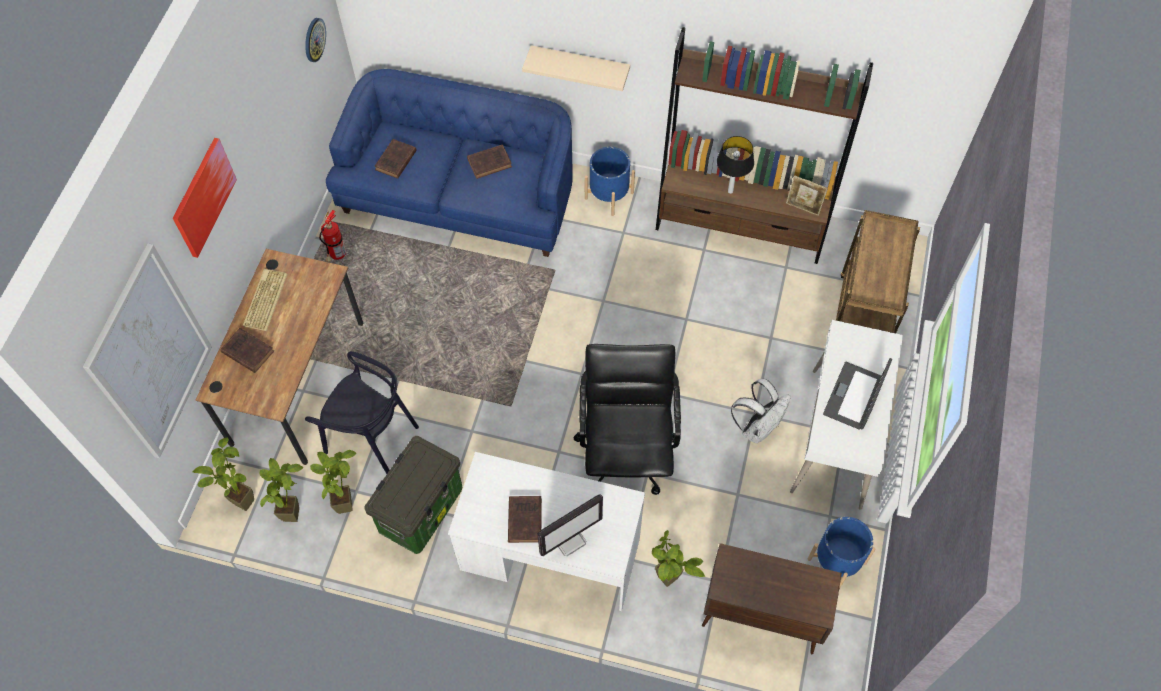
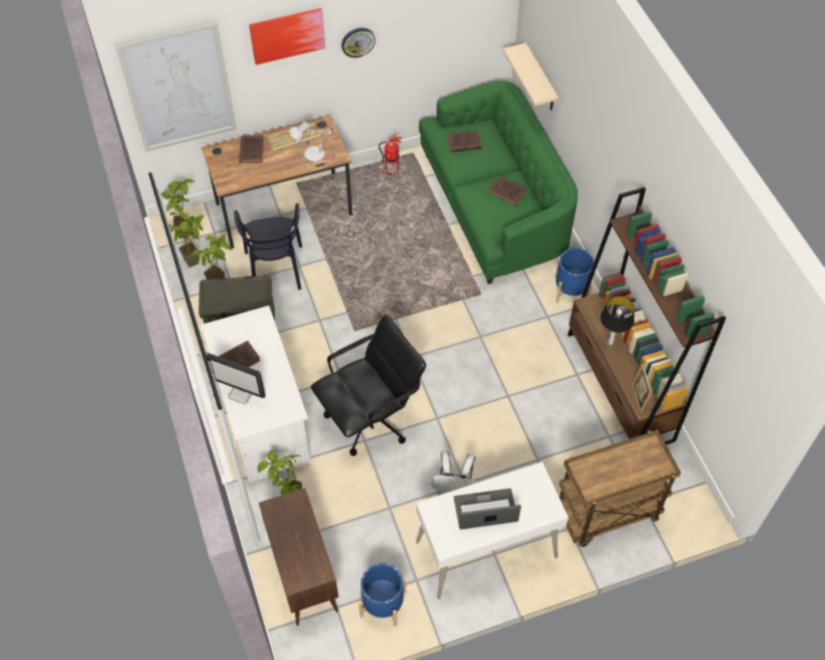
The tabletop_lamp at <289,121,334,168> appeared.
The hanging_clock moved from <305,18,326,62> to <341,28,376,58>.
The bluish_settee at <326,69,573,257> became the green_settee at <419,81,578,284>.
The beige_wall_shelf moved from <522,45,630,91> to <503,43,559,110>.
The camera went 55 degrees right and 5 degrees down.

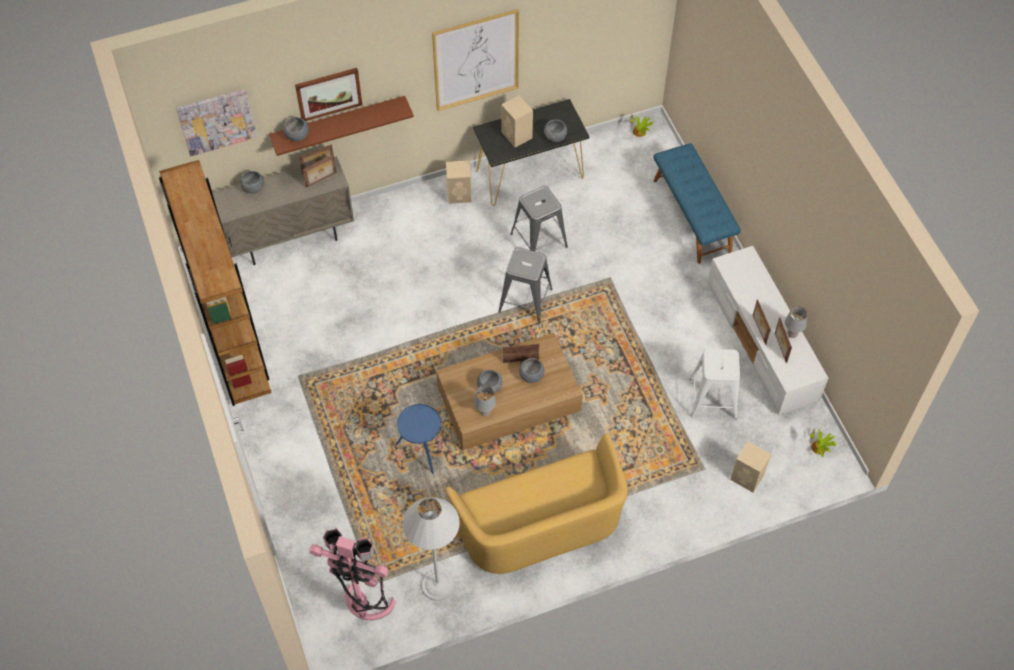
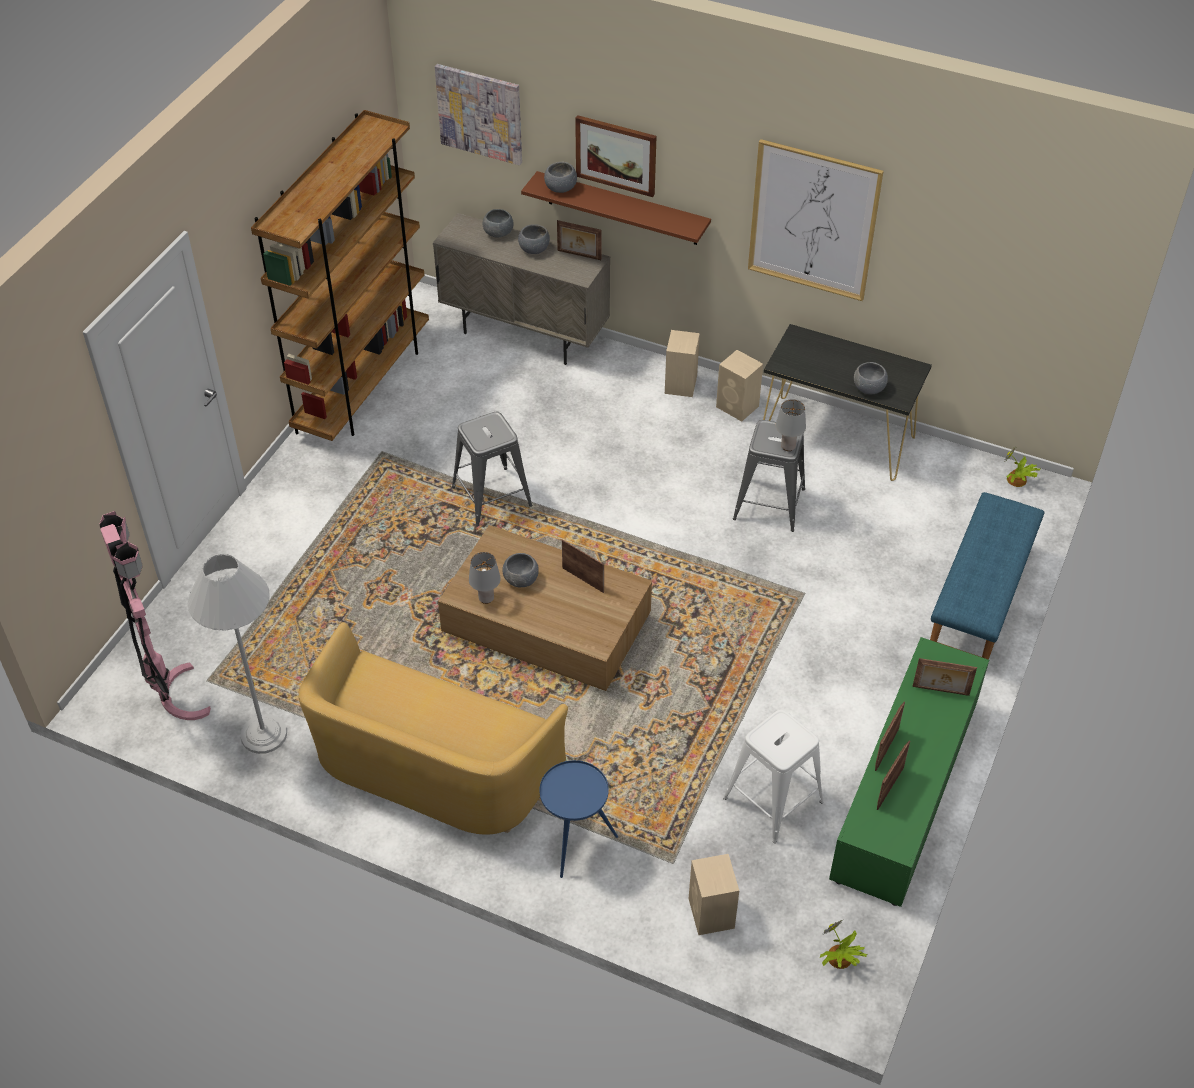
The grey_stool moved from <498,247,552,323> to <452,412,532,527>.
The grey_deep_dish moved from <519,358,544,383> to <518,224,550,254>.
The bluish_end_table moved from <395,404,441,474> to <539,760,618,878>.
The beige_speaker moved from <501,95,533,148> to <665,330,700,397>.
The grey_tabletop_lamp moved from <785,306,808,338> to <776,399,806,451>.
The whitish_tv_unit at <707,246,828,415> became the green_tv_unit at <829,637,989,907>.
The standing_frame moved from <302,154,336,188> to <912,658,977,696>.
The camera went 45 degrees right and 10 degrees down.

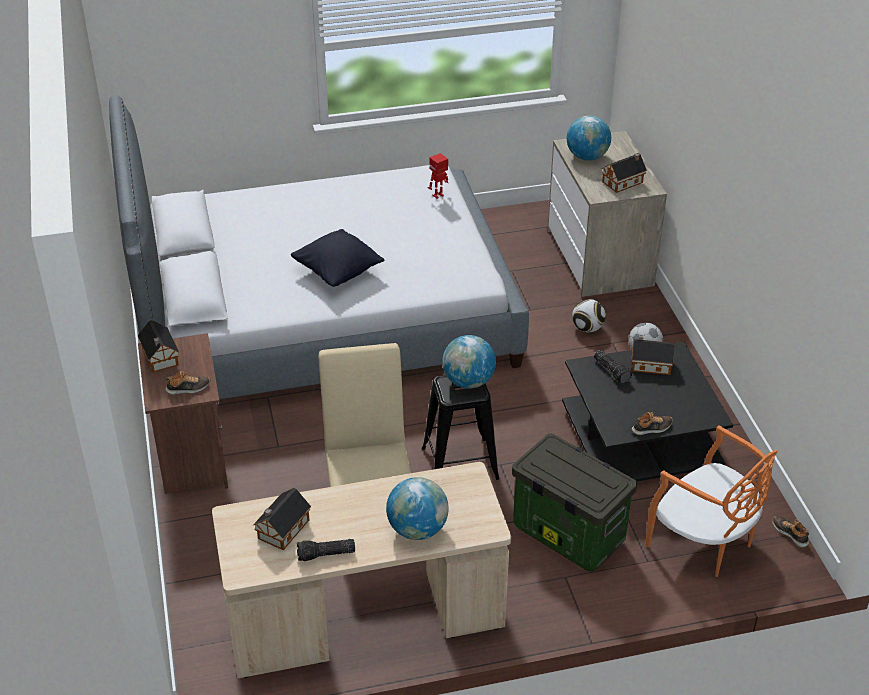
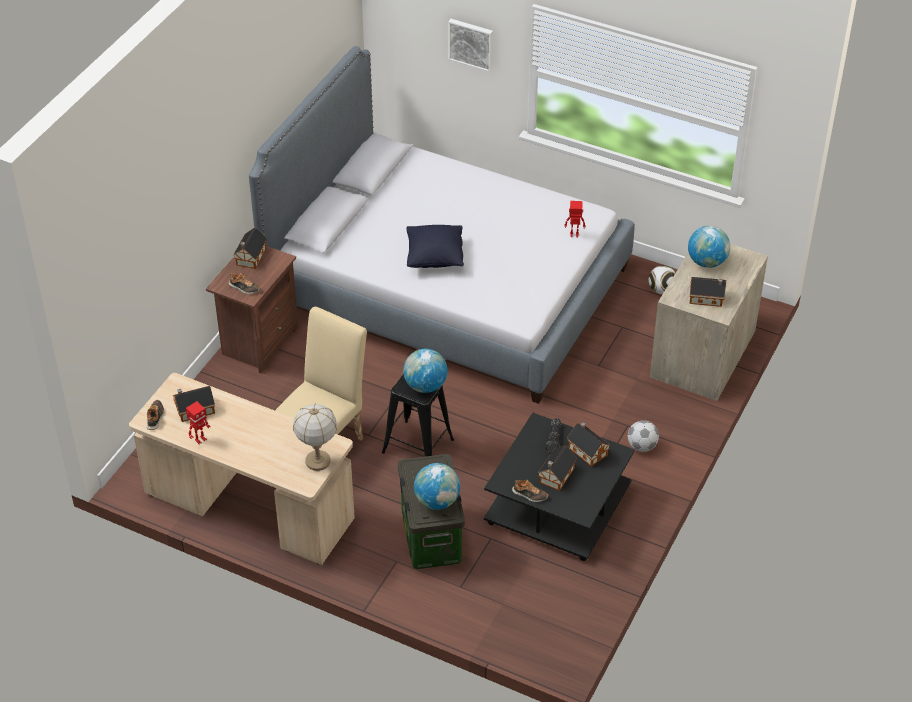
The shoe moved from <772,516,809,548> to <147,400,164,430>.
The flashlight at <297,539,355,561> was replaced by the robot_figure at <186,401,211,444>.
The tabletop_lamp at <293,404,337,471> appeared.
The desk_globe moved from <386,477,449,540> to <414,463,460,510>.
The picture at <448,19,493,72> appeared.
The model_house at <538,445,577,491> appeared.
The football_ball moved from <572,299,606,332> to <648,265,675,294>.
The orangey_plain_chair at <646,425,778,577> disappeared.
The camera went 40 degrees right and 5 degrees up.

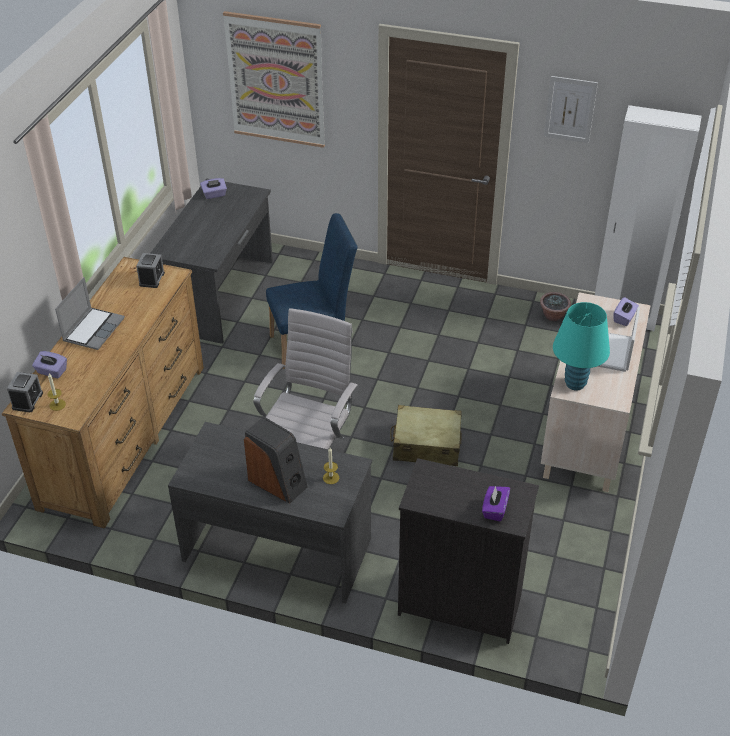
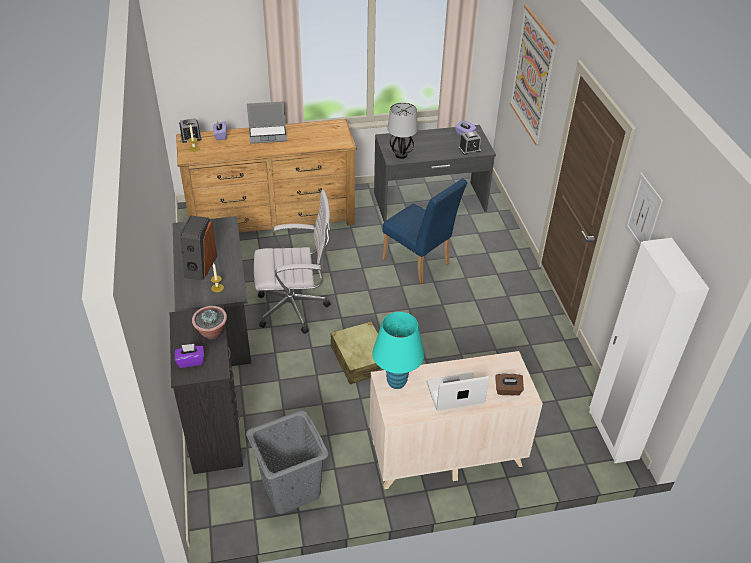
The potted_plant moved from <540,292,571,321> to <192,306,227,339>.
The grey_washing_basket at <246,410,329,514> appeared.
The tabletop_lamp at <387,102,418,159> appeared.
The table_clock moved from <136,253,165,288> to <459,131,481,155>.
The purplish_tissue_holder at <613,297,639,326> became the brown_tissue_holder at <495,373,524,396>.
The camera went 60 degrees right and 0 degrees up.

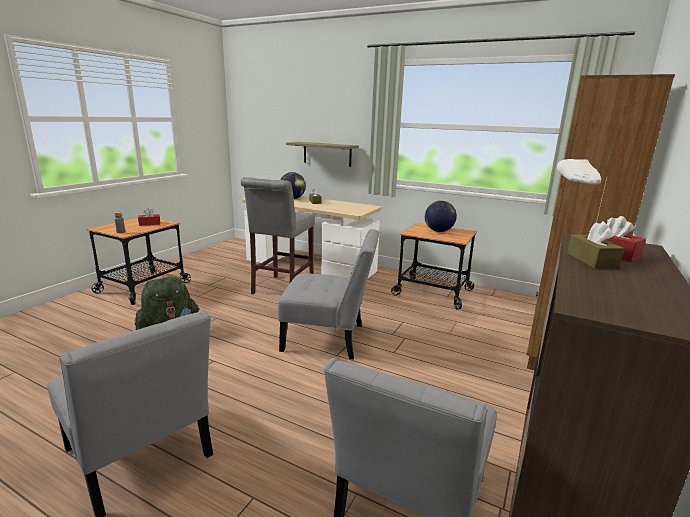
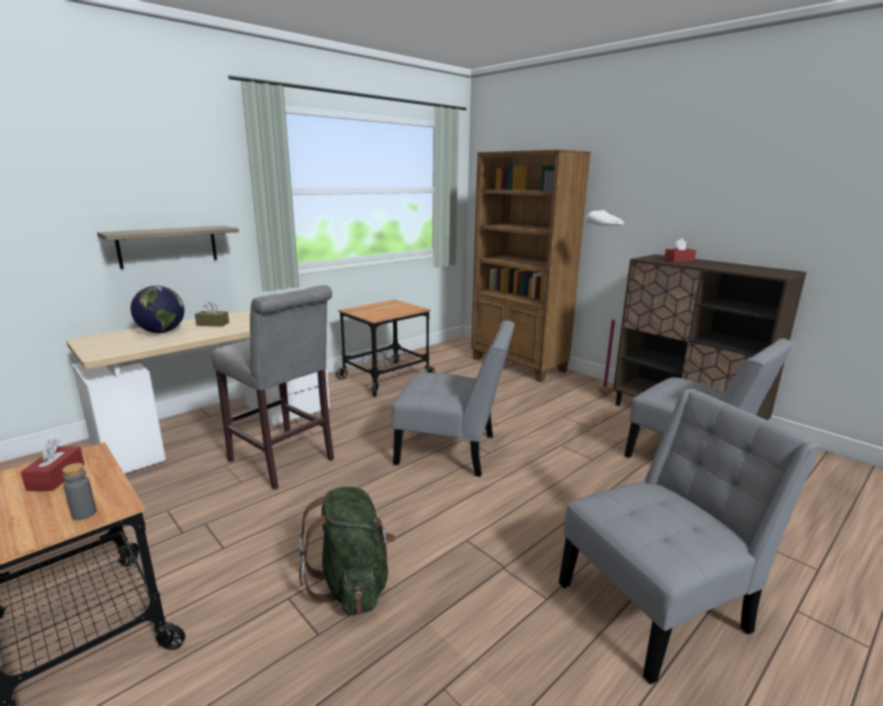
The grey_plain_chair at <278,229,379,360> turned 75 degrees clockwise.
The desk_globe at <425,201,457,232> disappeared.
The brown_tissue_holder at <567,221,624,269> disappeared.
The camera went 70 degrees left and 0 degrees up.

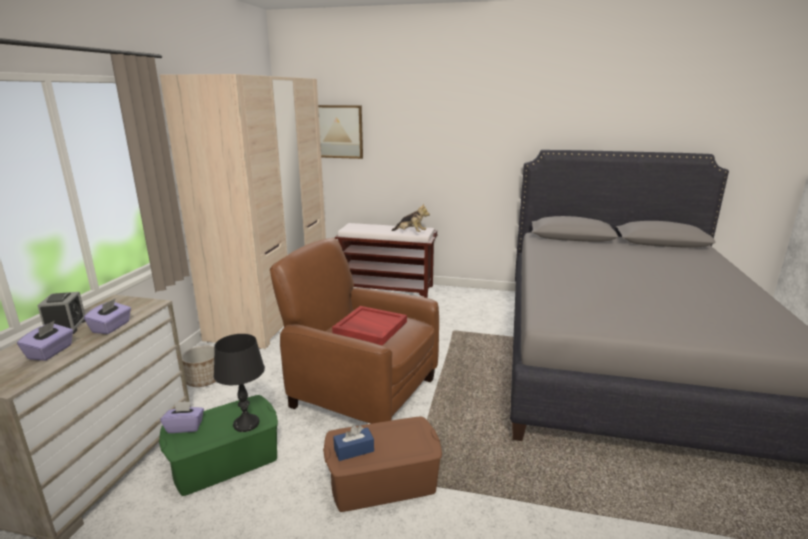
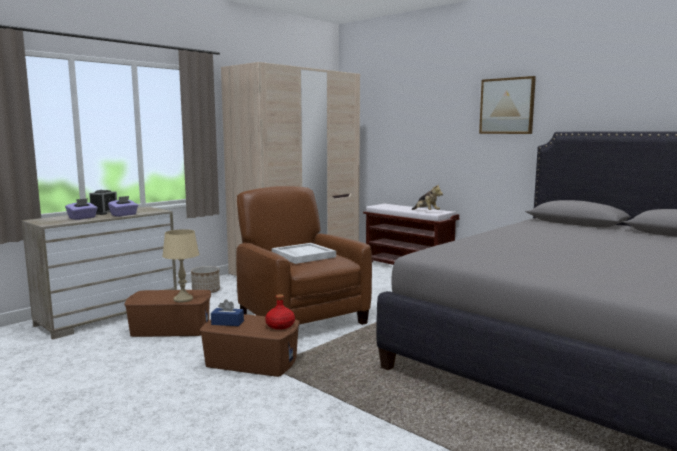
The green_storage_container at <159,395,278,496> became the brown_storage_container at <124,290,211,337>.
The black_tabletop_lamp at <214,334,265,432> became the beige_tabletop_lamp at <162,229,199,302>.
The red-coloured_beverage_bottle at <265,294,295,330> appeared.
The red-coloured_carrying_tray at <332,306,407,346> became the whitish_carrying_tray at <272,243,336,264>.
The picture moved from <318,105,363,159> to <479,76,536,134>.
The purplish_tissue_holder at <160,401,204,433> disappeared.
The camera went 30 degrees right and 10 degrees down.

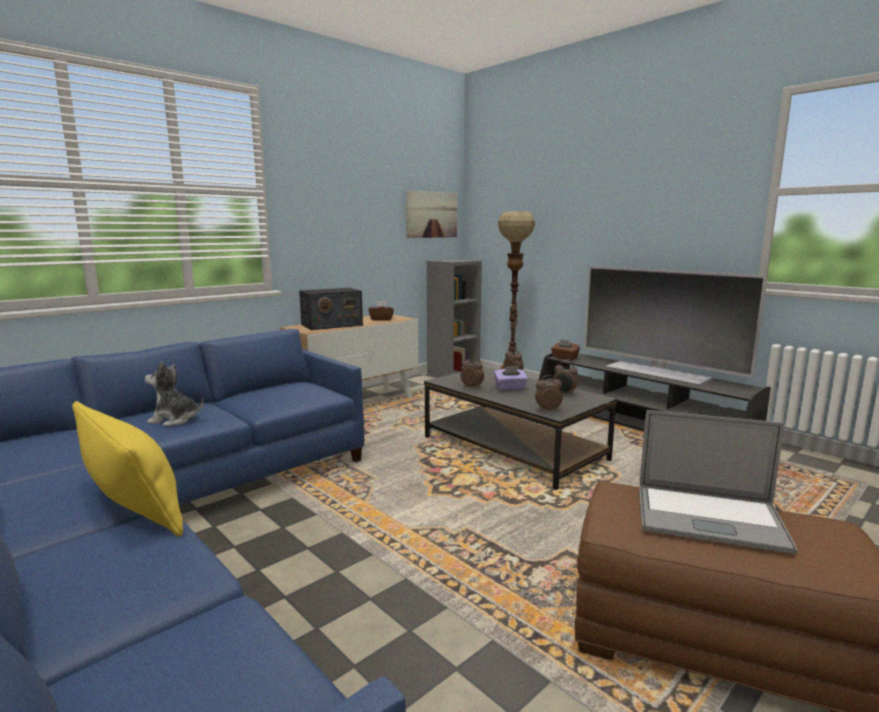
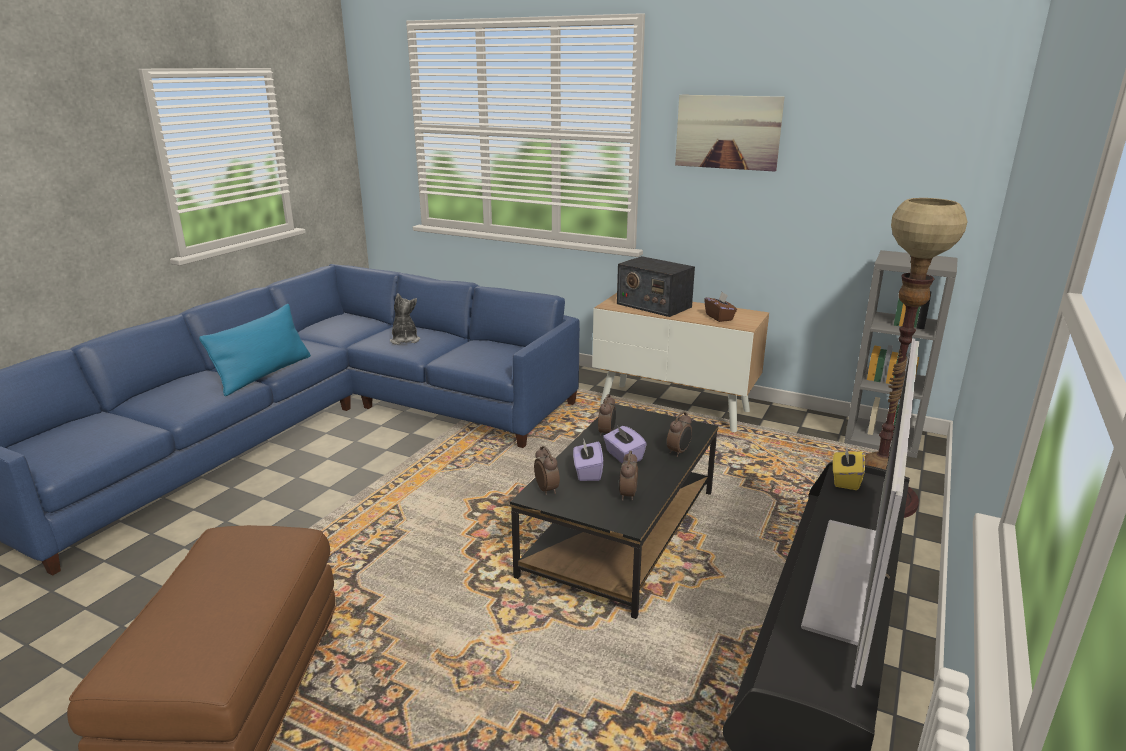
The yellow-coloured_pillow at <72,401,184,537> became the bluish_pillow at <199,304,311,396>.
The purplish_tissue_holder at <573,440,603,481> appeared.
The picture moved from <406,190,457,238> to <675,95,785,172>.
The brown_tissue_holder at <551,339,580,360> became the yellow-coloured_tissue_holder at <833,446,865,490>.
The portable_computer at <639,410,798,554> disappeared.
The camera went 70 degrees right and 10 degrees up.

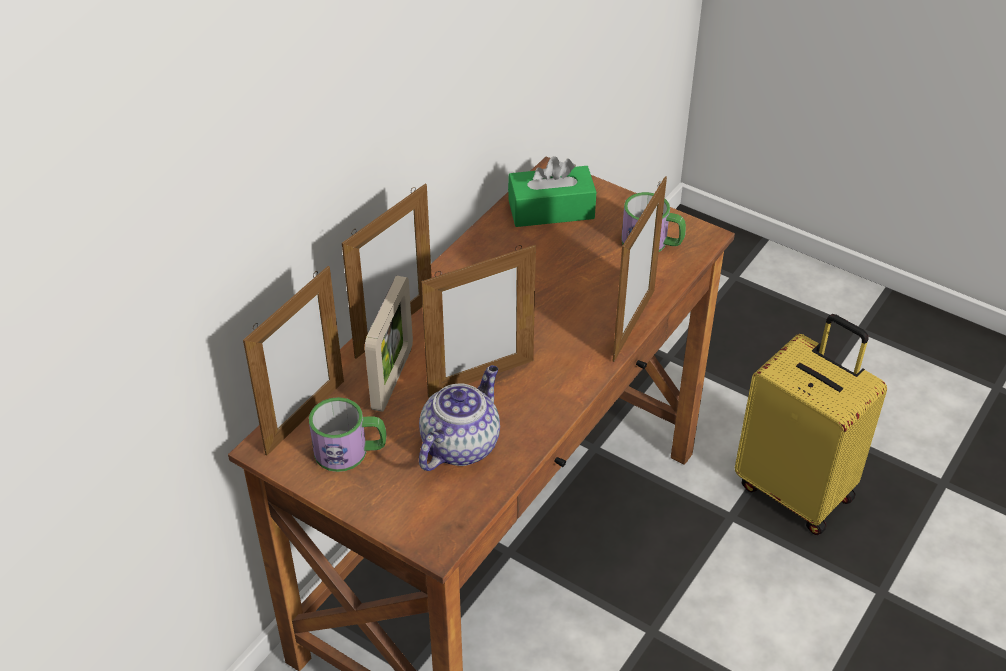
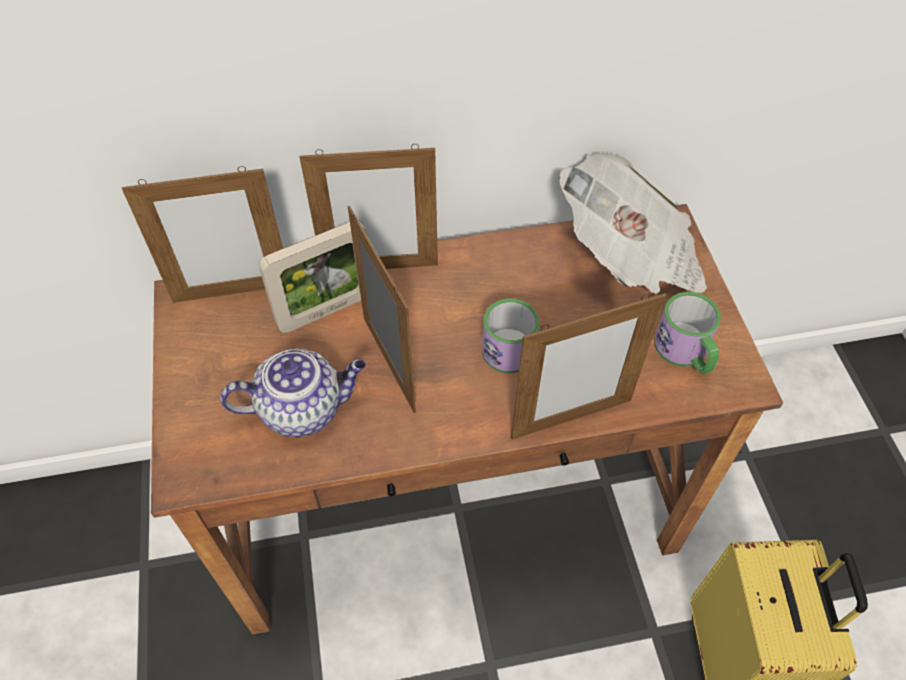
The standing_frame at <421,245,536,398> turned 135 degrees counterclockwise.
The coffee_mug moved from <309,397,386,472> to <482,298,539,374>.
The green_tissue_holder at <508,156,596,227> was replaced by the printed_paper at <560,153,707,294>.
The camera went 45 degrees right and 10 degrees up.

